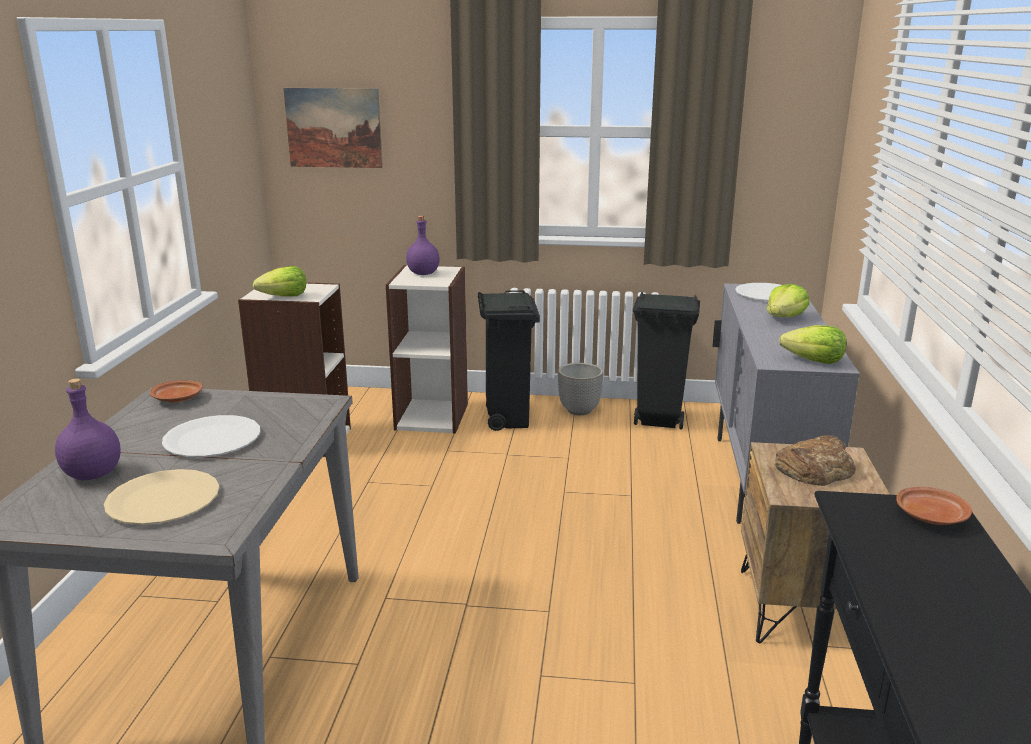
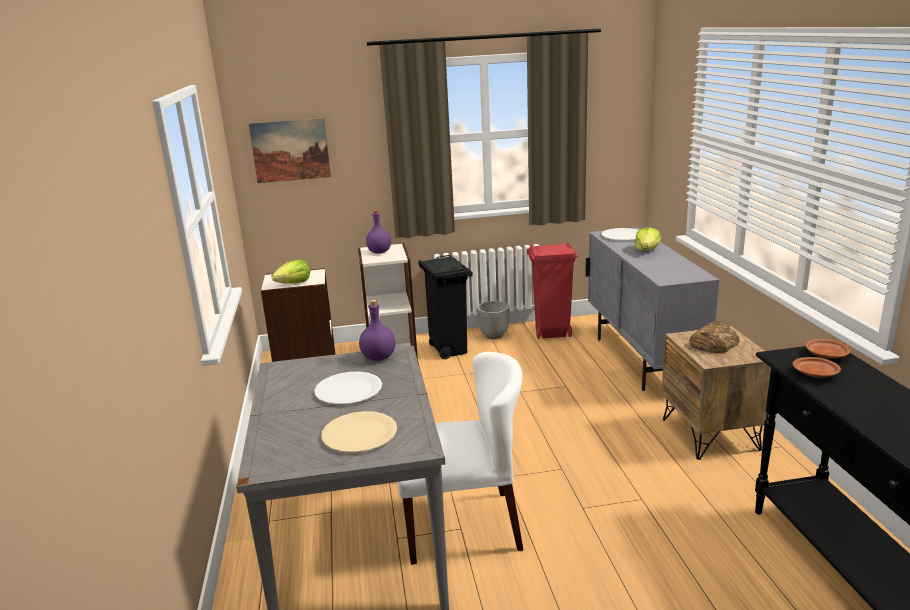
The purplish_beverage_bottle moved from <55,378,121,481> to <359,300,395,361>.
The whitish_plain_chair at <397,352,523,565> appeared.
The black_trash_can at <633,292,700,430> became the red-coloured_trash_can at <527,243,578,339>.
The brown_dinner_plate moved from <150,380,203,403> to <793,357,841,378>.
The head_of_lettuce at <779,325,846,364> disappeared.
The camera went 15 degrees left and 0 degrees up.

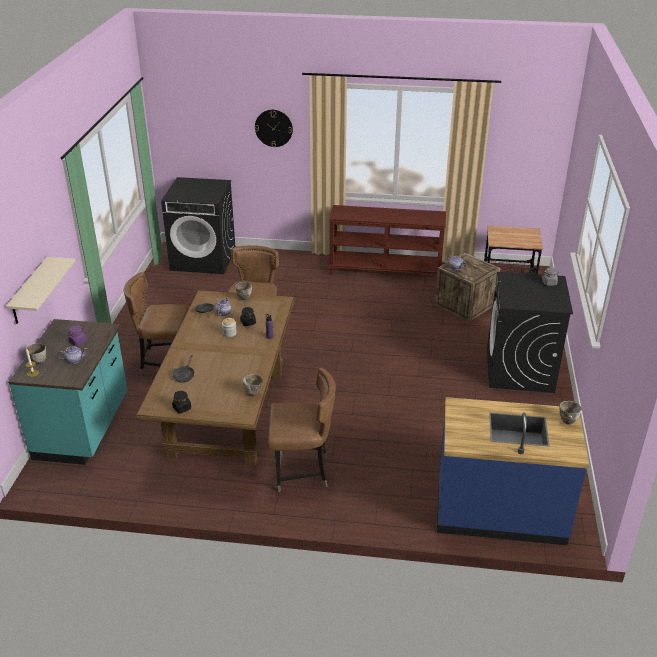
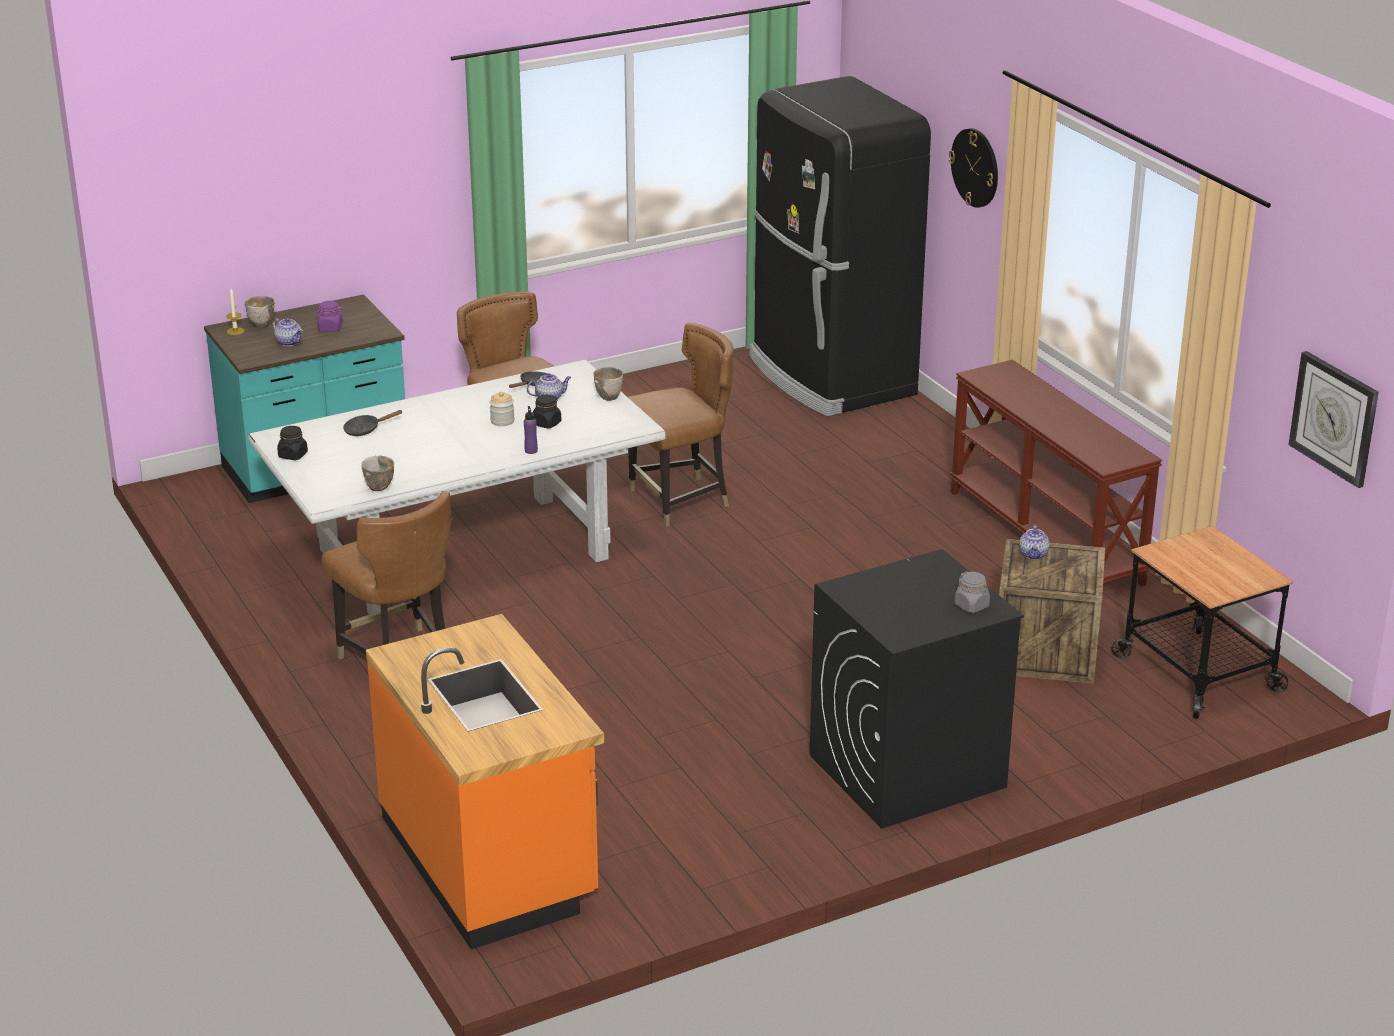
The brown_dining_table at <136,290,294,466> became the whitish_dining_table at <248,360,665,614>.
The bluish_kitchen_counter at <437,397,589,545> became the orangey_kitchen_counter at <366,614,604,949>.
The black_laundry_appliance at <161,177,235,274> was replaced by the black_kitchen_fridge at <750,76,931,417>.
The hanging_clock at <1289,351,1379,488> appeared.
The beige_wall_shelf at <6,257,76,324> disappeared.
The deep_dish at <559,401,582,425> disappeared.
The camera went 55 degrees right and 5 degrees down.

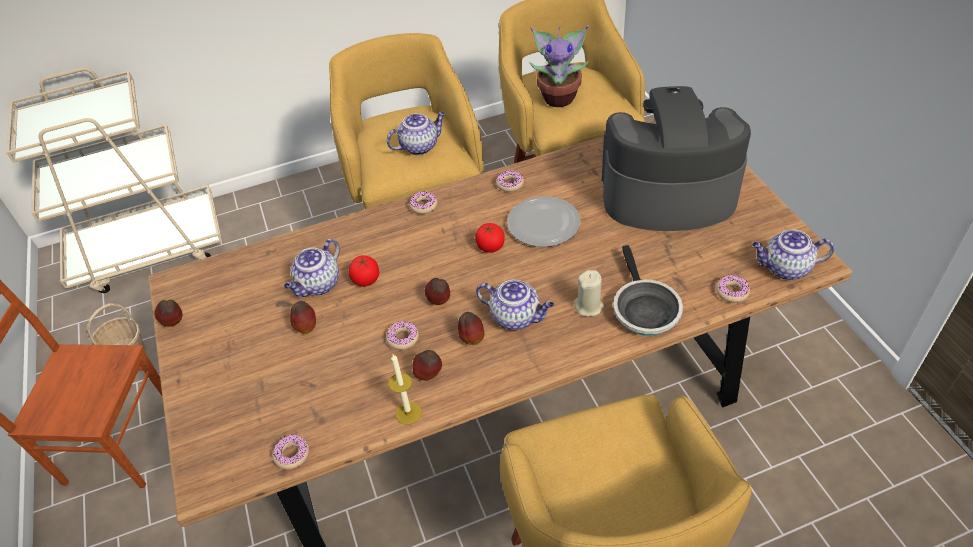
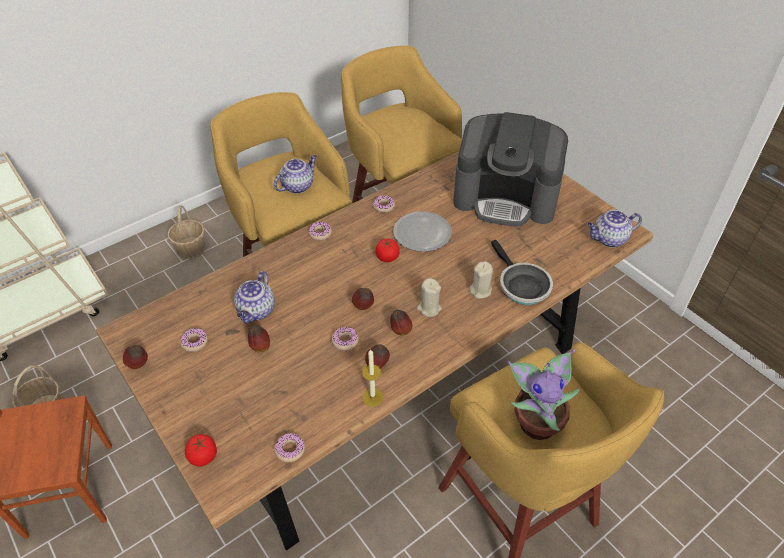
The storage_basket at <168,205,206,259> appeared.
The doughnut moved from <716,275,750,303> to <180,328,208,352>.
The tomato moved from <348,255,379,287> to <185,434,217,467>.
The pot_for_tea at <476,280,554,330> was replaced by the beige_wax_candle at <417,278,442,317>.
The coffee_machine at <602,86,751,231> turned 150 degrees counterclockwise.
The potted_plant moved from <529,25,589,107> to <507,349,580,440>.
The camera went 20 degrees left and 0 degrees up.

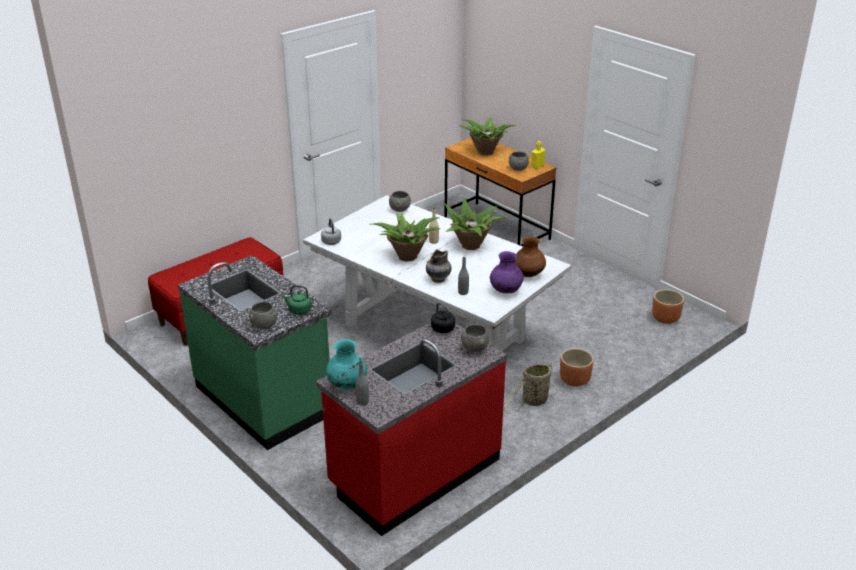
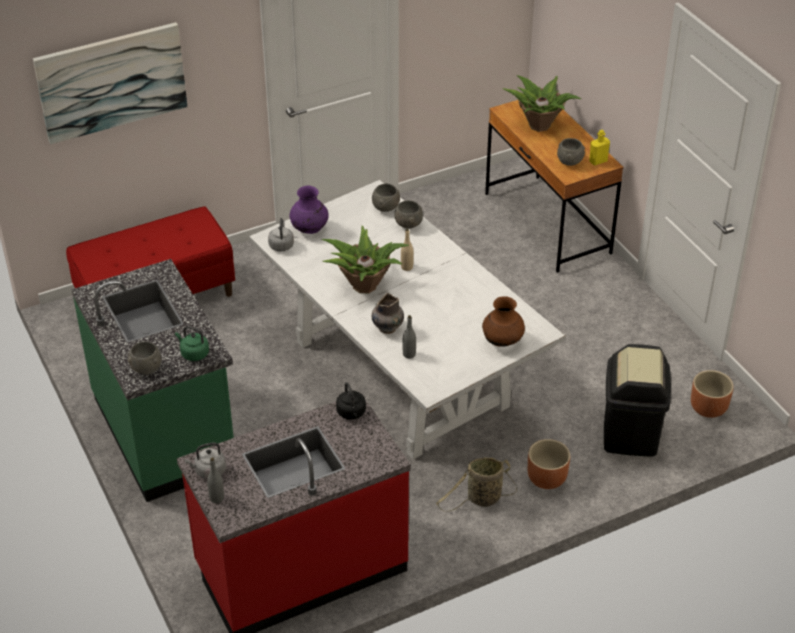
The picture at <33,22,187,144> appeared.
The blue-green_flower_vase at <326,339,367,390> was replaced by the grey_kettle at <185,443,226,479>.
The purplish_flower_vase moved from <490,251,524,293> to <289,186,329,234>.
The grey_deep_dish moved from <461,324,489,352> to <394,200,423,229>.
The black_trash_can at <604,344,671,457> appeared.
The potted_plant at <444,198,505,250> disappeared.
The camera went 15 degrees right and 10 degrees up.

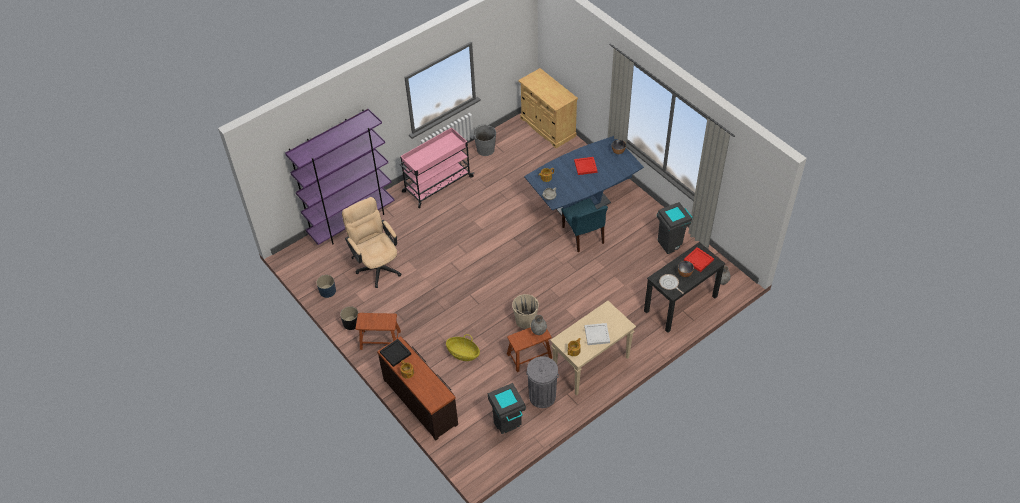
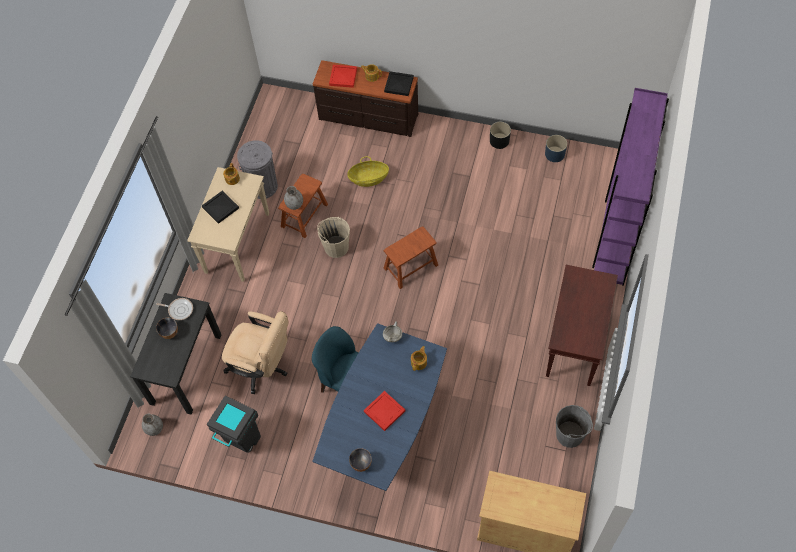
The whitish_carrying_tray at <584,323,610,345> became the black_carrying_tray at <202,190,239,224>.
The beige_office_chair moved from <342,197,402,288> to <222,311,289,394>.
The red-coloured_carrying_tray moved from <684,247,714,272> to <329,65,357,88>.
The brown_stool moved from <356,313,401,350> to <384,226,438,289>.
The pinkish_cart at <399,127,474,208> was replaced by the brown_narrow_table at <546,265,618,386>.
The grey_trash_can at <488,383,526,434> disappeared.
The camera went 145 degrees right and 10 degrees up.

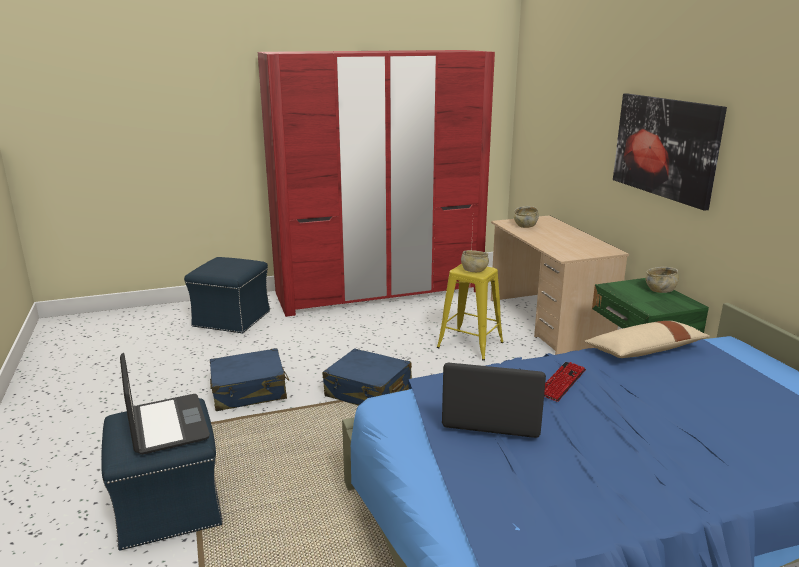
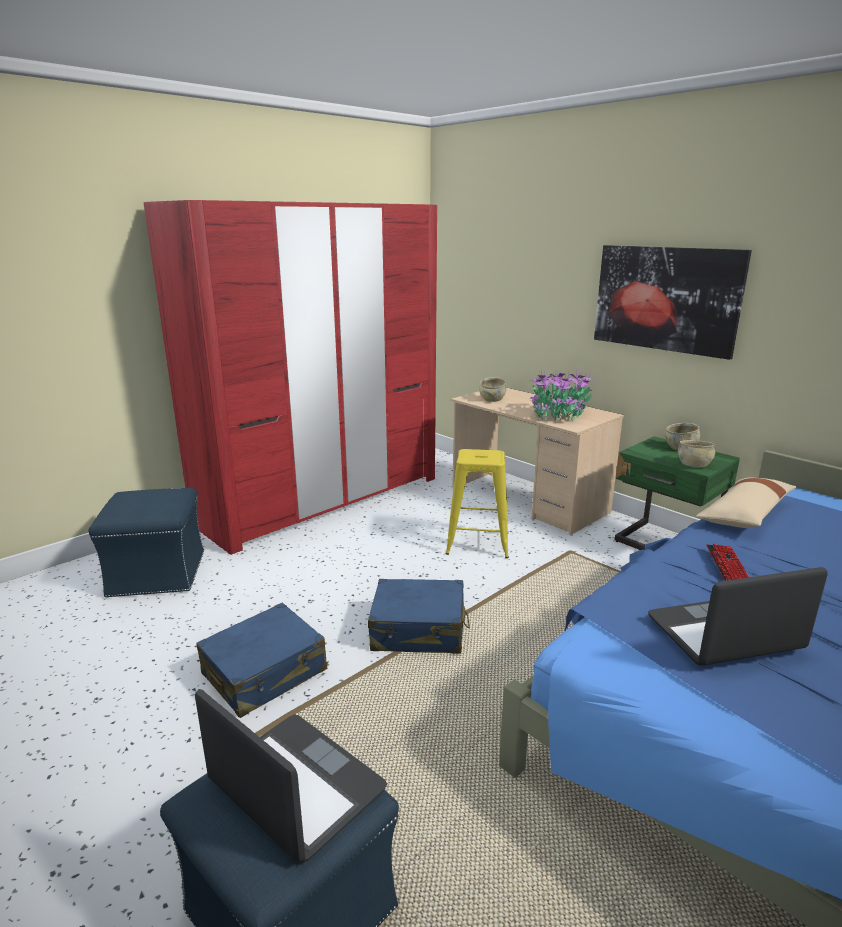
The potted_plant at <529,369,596,422> appeared.
The beige_deep_dish moved from <461,250,489,272> to <678,440,715,467>.
The camera went 25 degrees left and 0 degrees up.

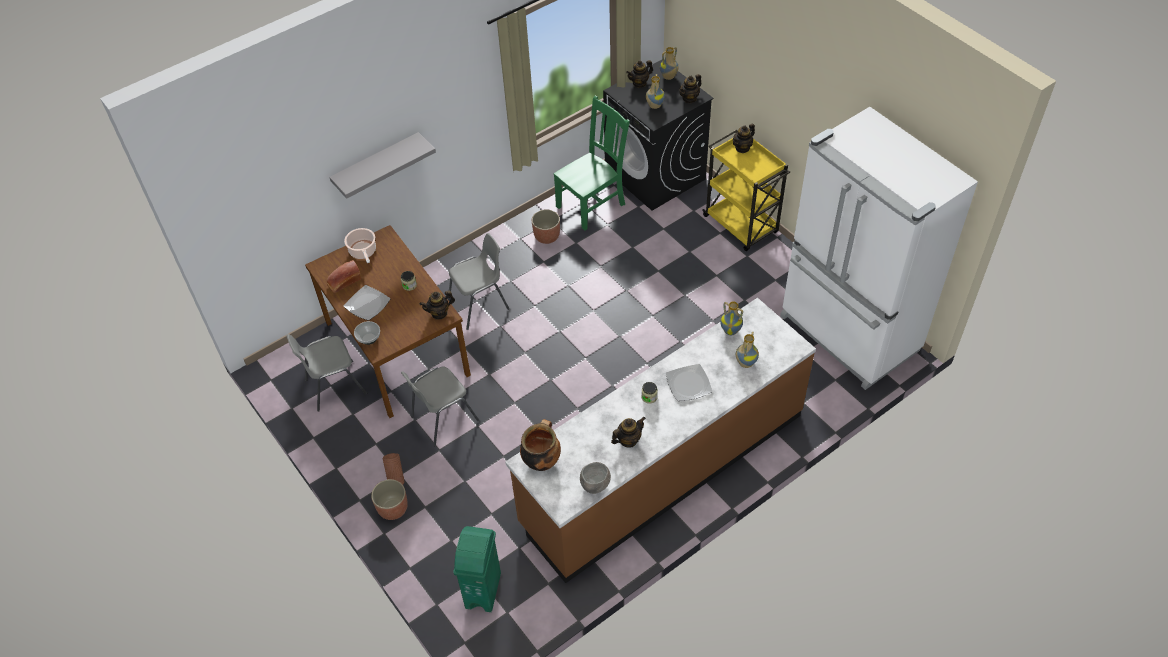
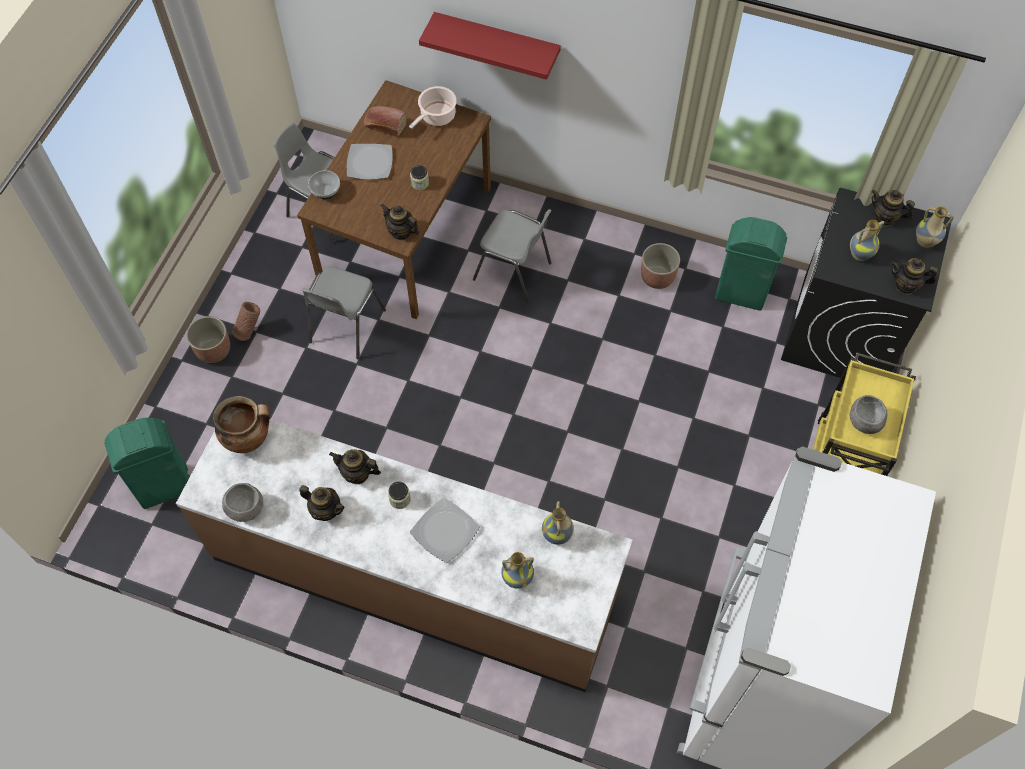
The grey_plain_chair at <401,366,479,446> turned 90 degrees counterclockwise.
The pot_for_tea moved from <732,124,755,153> to <329,449,381,484>.
The grey_wall_shelf at <329,132,436,199> became the red-coloured_wall_shelf at <419,12,561,80>.
The green_plain_chair at <553,96,630,231> was replaced by the green_trash_can at <715,217,787,311>.
The grey_deep_dish at <850,395,888,434> appeared.
The camera went 55 degrees right and 10 degrees up.

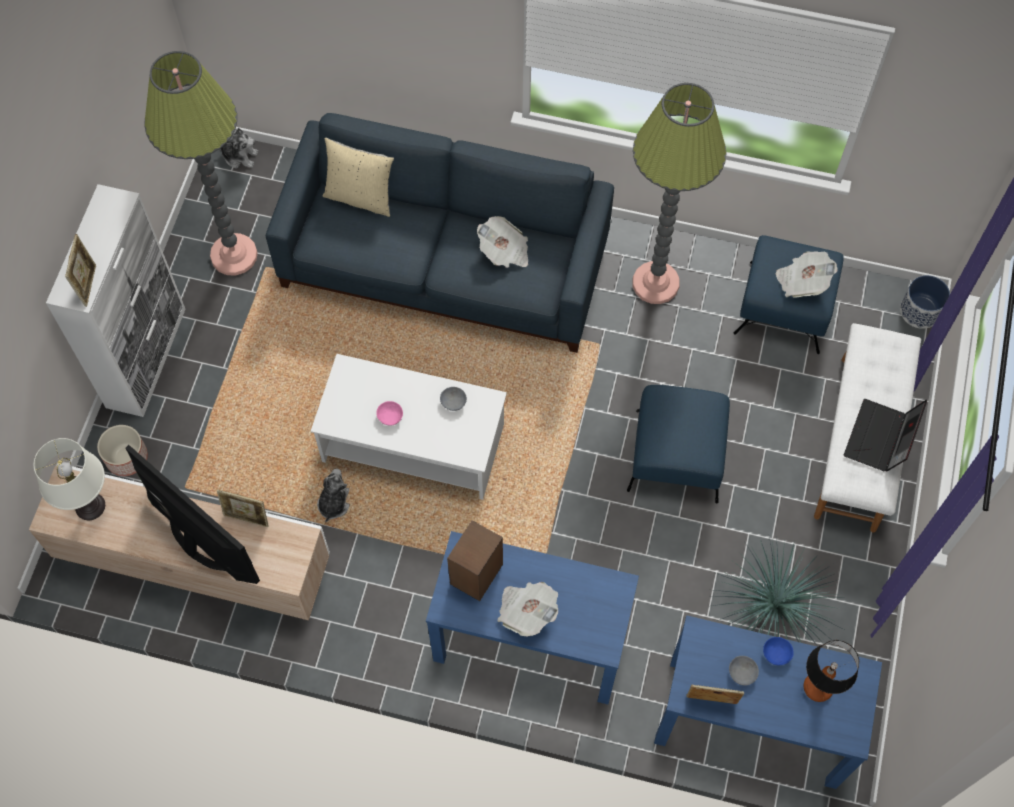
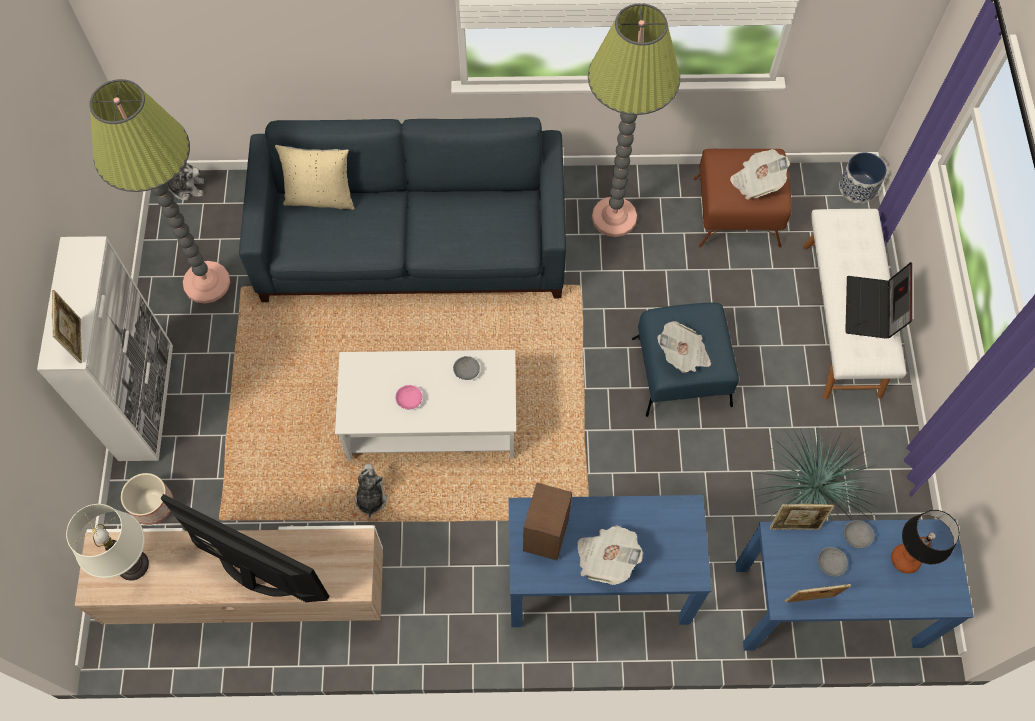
The printed_paper moved from <477,216,528,268> to <657,321,711,373>.
The bluish_ottoman at <734,235,844,354> became the brown_ottoman at <694,149,792,248>.
The standing_frame moved from <217,489,269,527> to <770,504,834,530>.
The bluish_deep_dish at <763,637,794,665> became the grey_deep_dish at <844,520,874,548>.
The camera went 15 degrees left and 0 degrees up.

